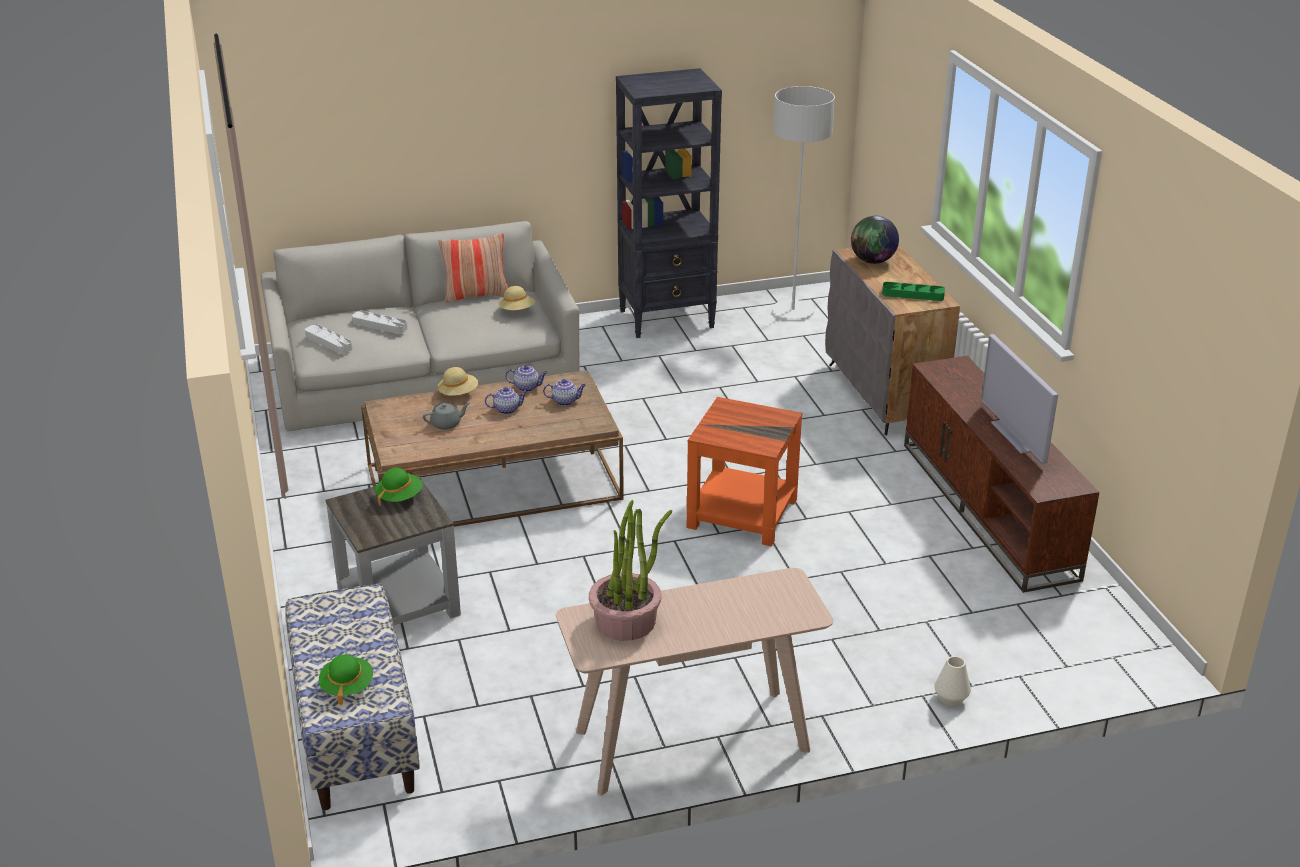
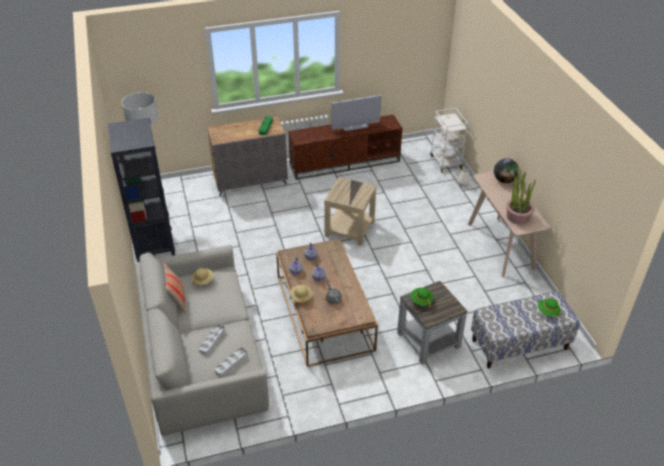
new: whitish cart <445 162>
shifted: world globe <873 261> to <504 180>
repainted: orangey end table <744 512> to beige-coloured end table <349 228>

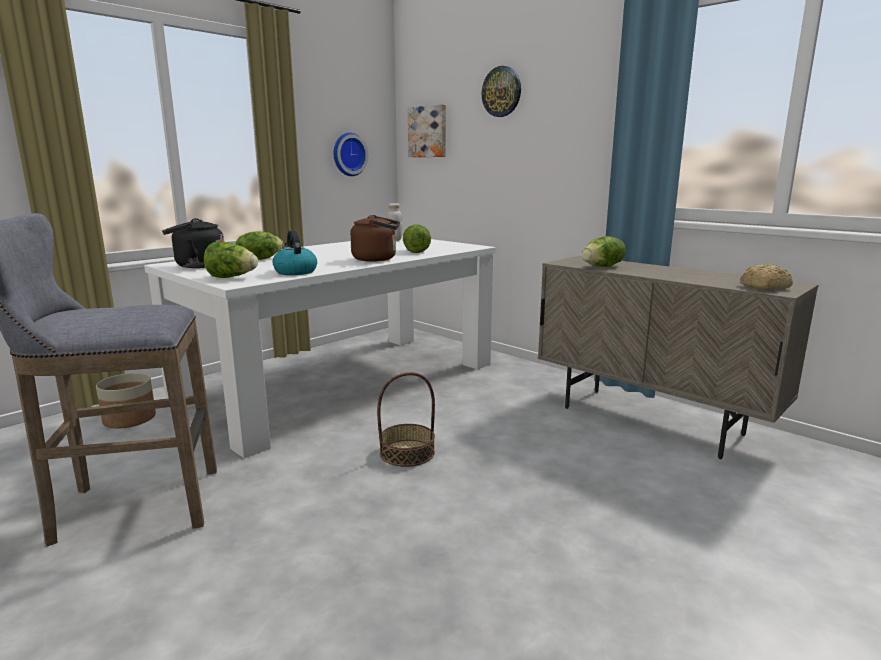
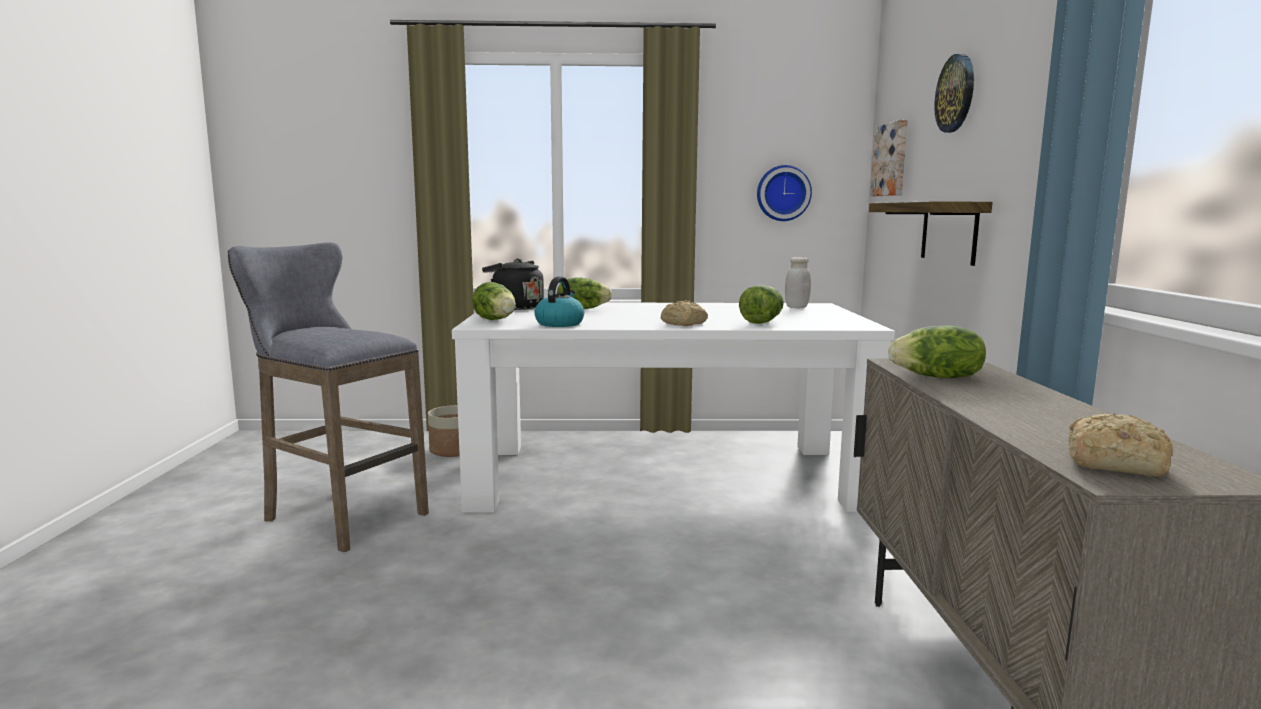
gone: storage basket <407 453>
new: wall shelf <949 232>
swapped: brownish water kettle <377 259> to bakery bread <684 324>

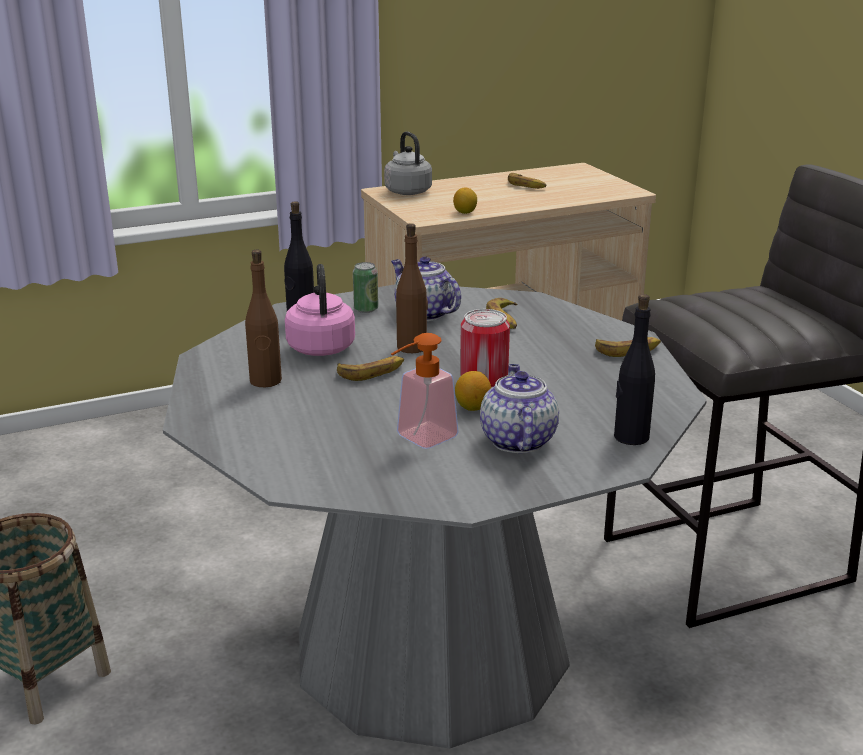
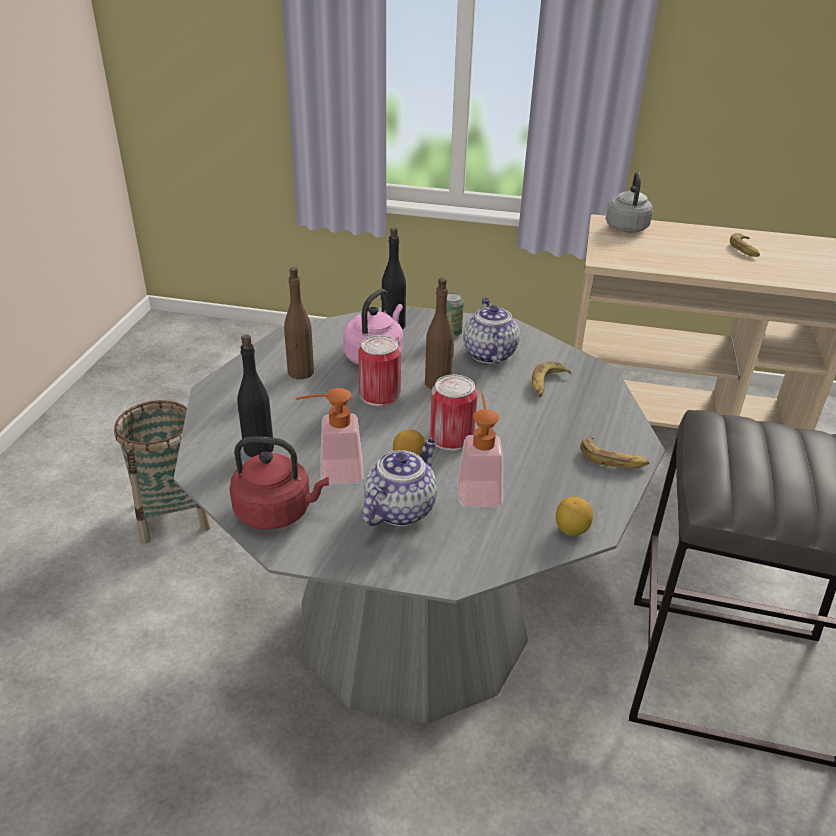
new: red water kettle <277 512>; liquid soap bottle <478 488>
shifted: lemon <465 212> to <571 530>; black beverage bottle <630 437> to <258 449>
swapped: banana fruit <372 372> to sealed can <379 395>

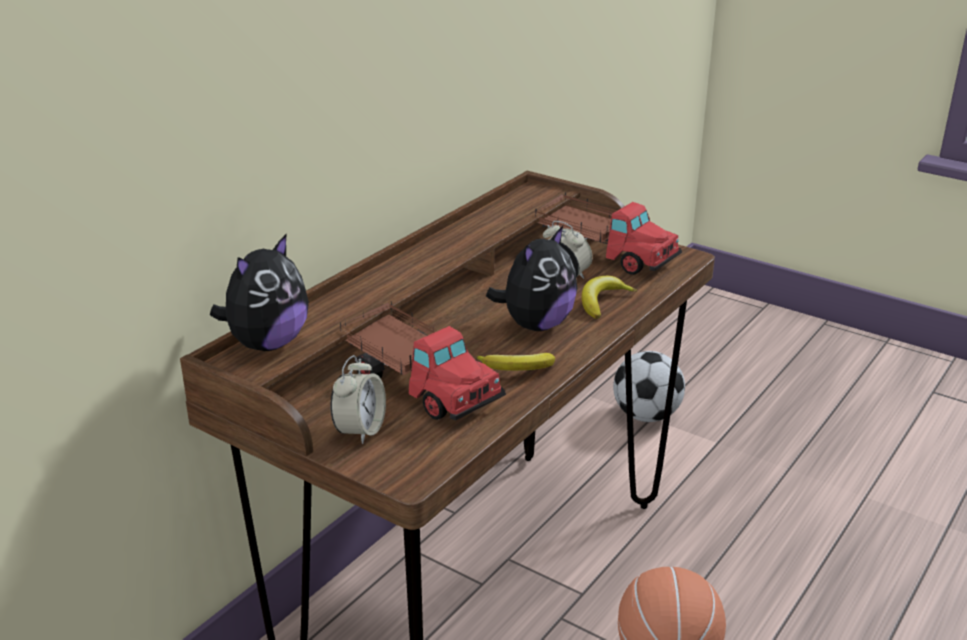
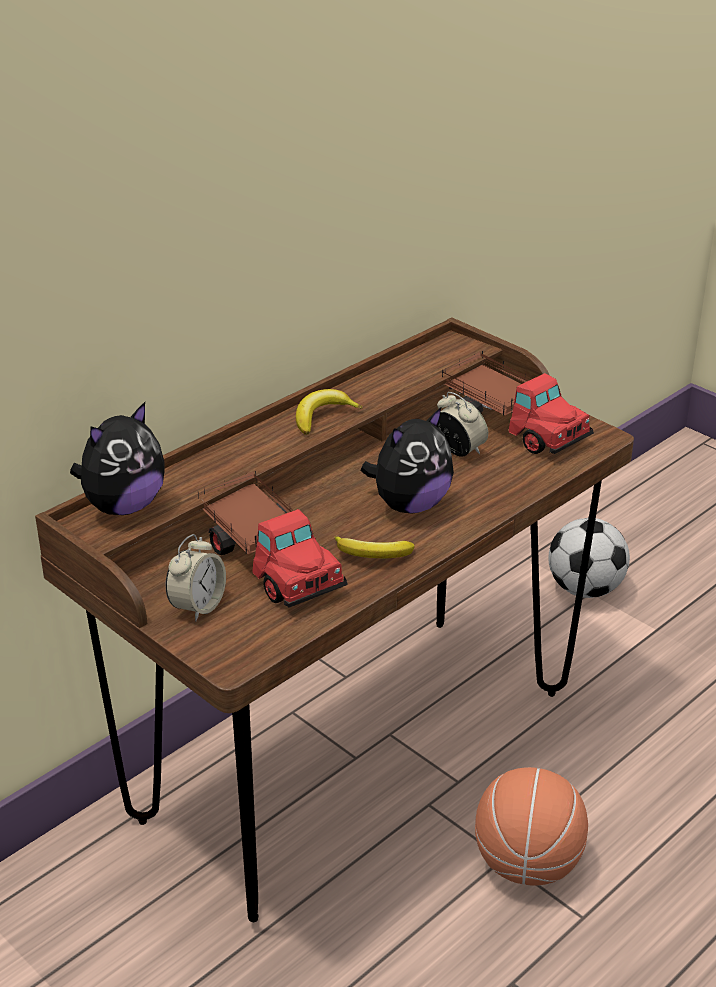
shifted: banana fruit <603 302> to <322 417>

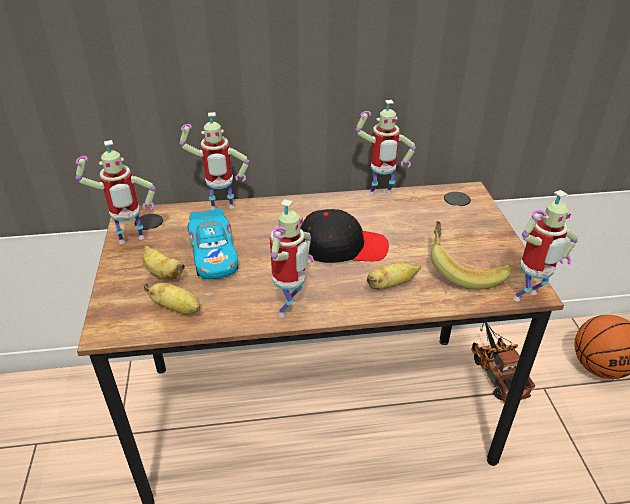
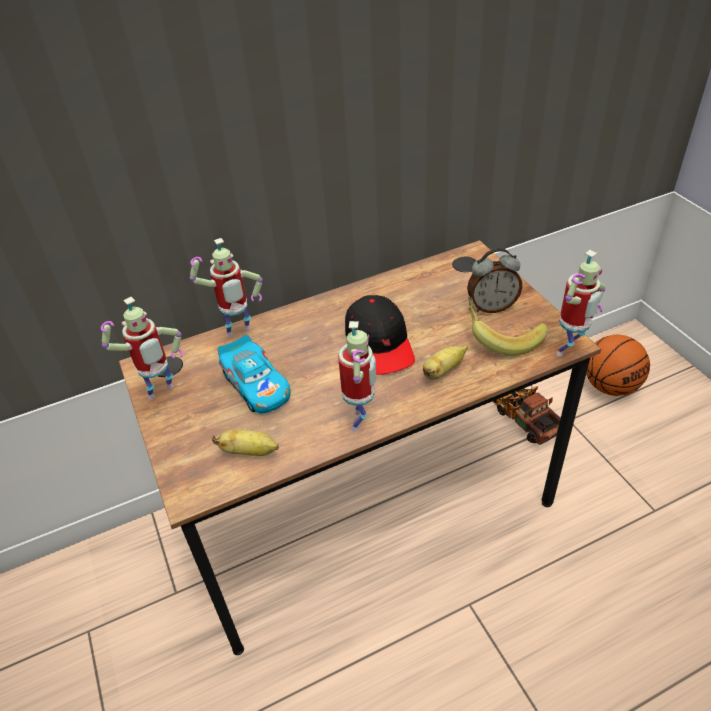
gone: banana fruit <162 273>; robot figure <380 195>
new: bedside clock <491 306>
rotated: black baseball cap <342 247> = <380 343> 90 degrees clockwise

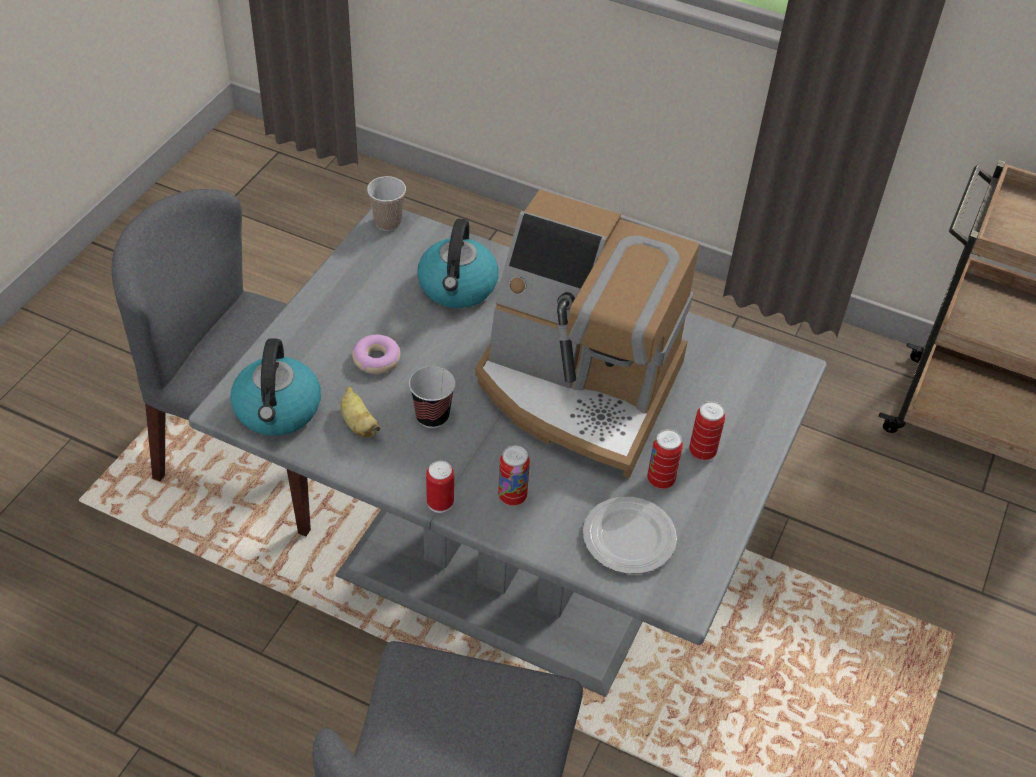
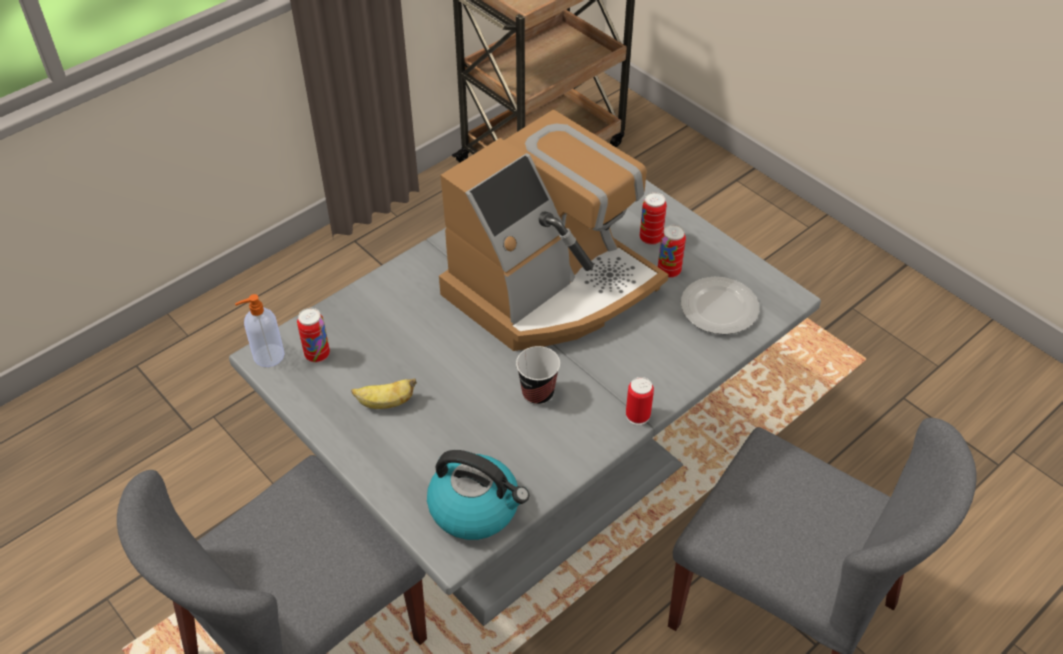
gone: doughnut <376 359>; water kettle <458 287>
shifted: banana fruit <358 424> to <385 403>; sealed can <512 496> to <317 355>
swapped: small cup <388 222> to liquid soap bottle <267 356>

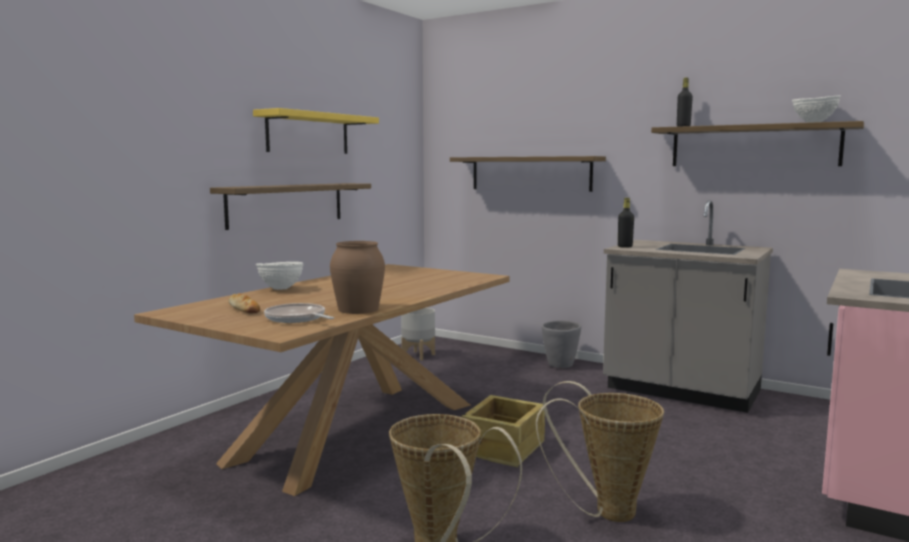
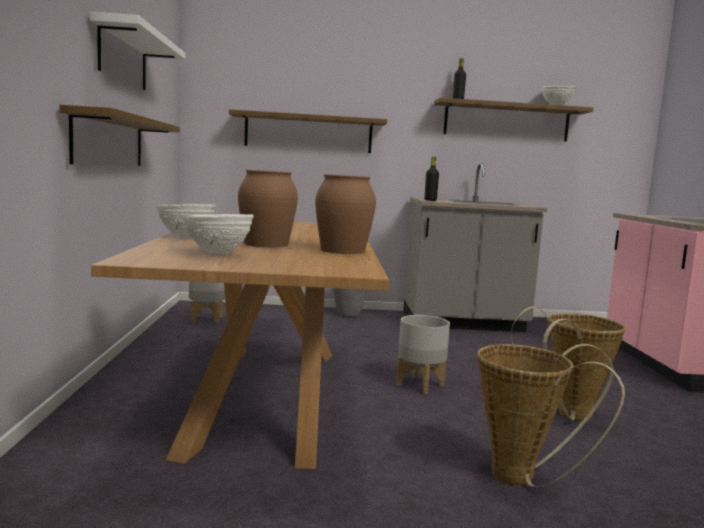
gone: pan <297 319>
new: brownish decorative vase <266 244>
swapped: bakery bread <244 308> to whitish bowl <218 254>; packing crate <504 448> to greyish planter <420 385>
repainted: yellow-coloured wall shelf <308 133> to whitish wall shelf <123 57>

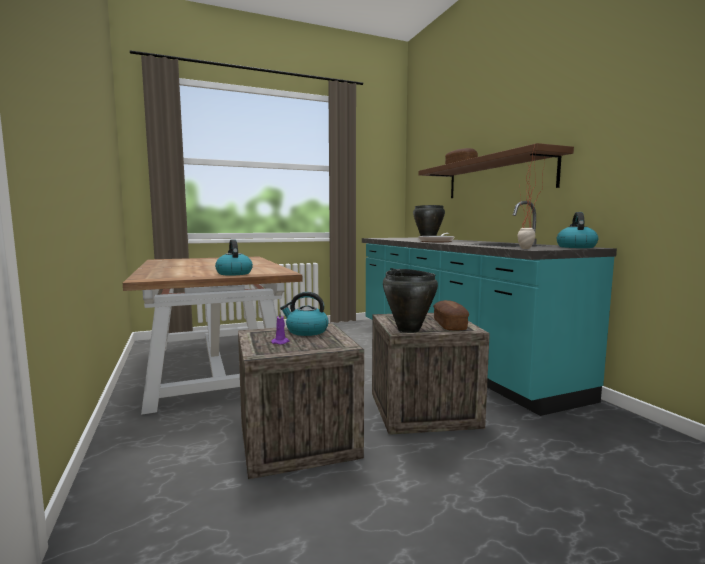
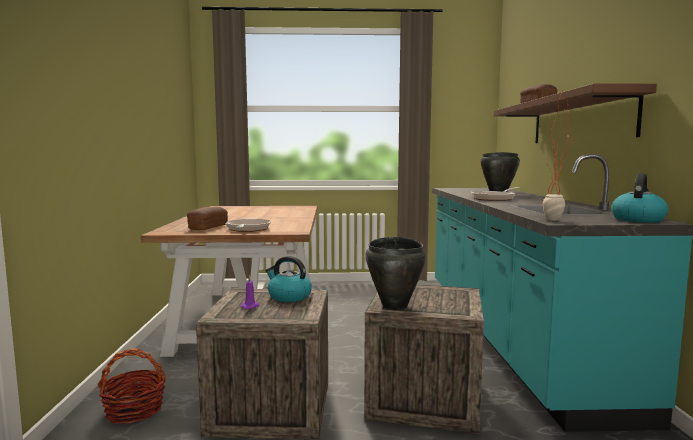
new: storage basket <134 410>
shifted: bakery bread <449 325> to <208 227>
swapped: water kettle <234 273> to pan <248 229>

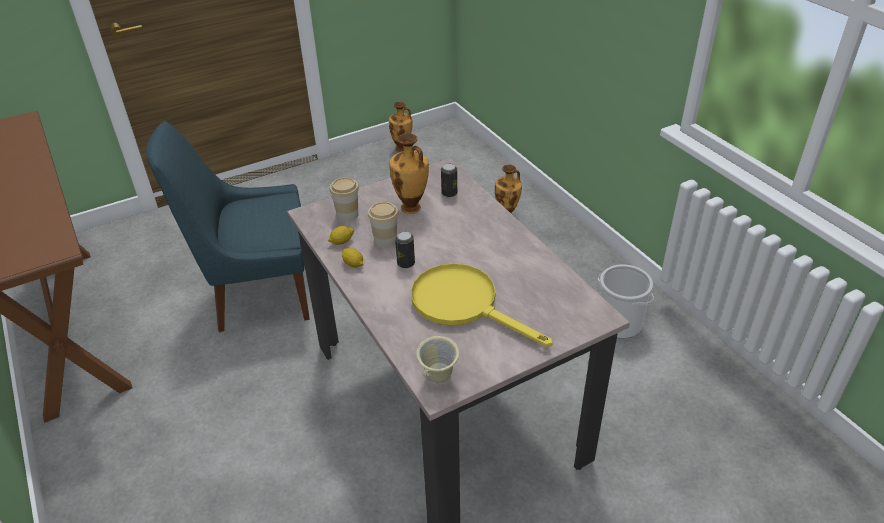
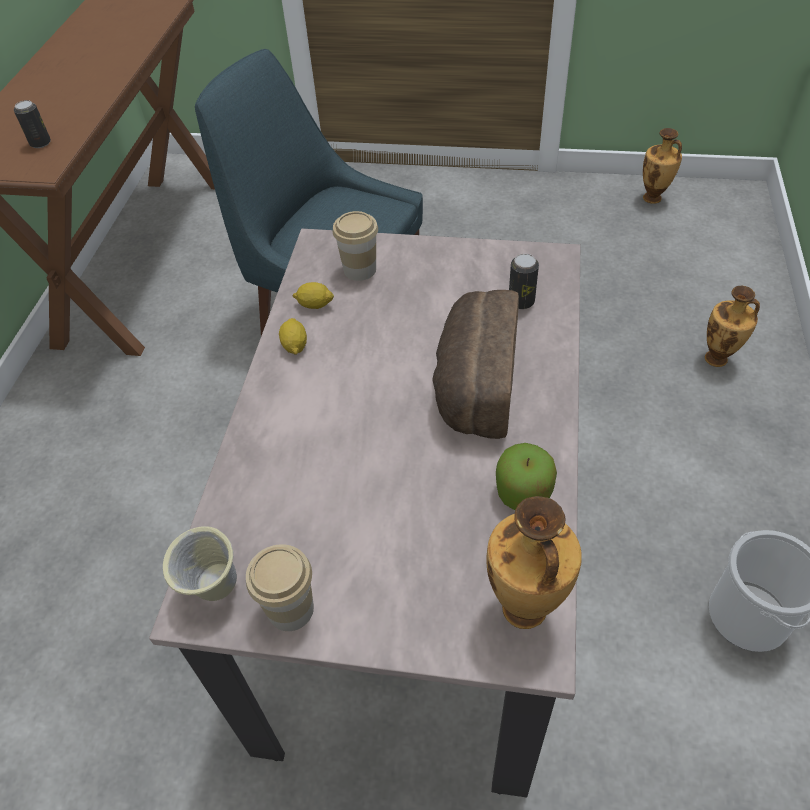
gone: yellow-coloured pan <464 304>
new: bakery bread <473 383>; whole apple <523 492>
shifted: small cup <385 241> to <290 609>; decorative vase <411 208> to <524 611>; sealed can <406 263> to <40 143>

